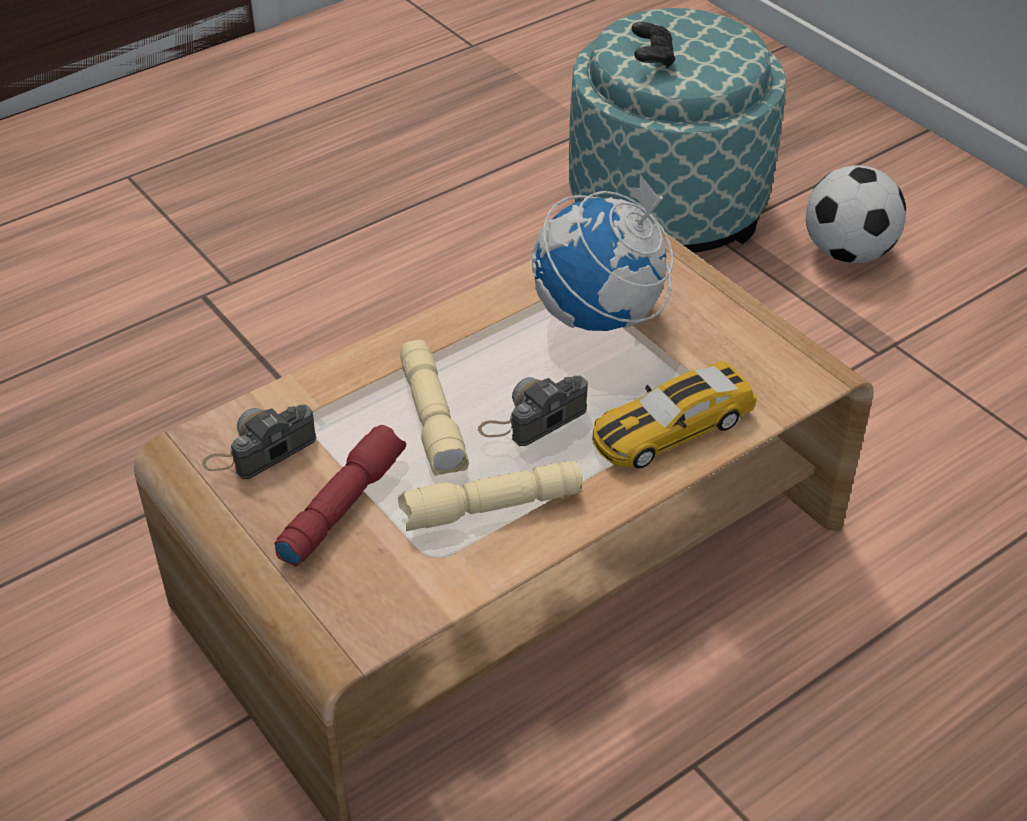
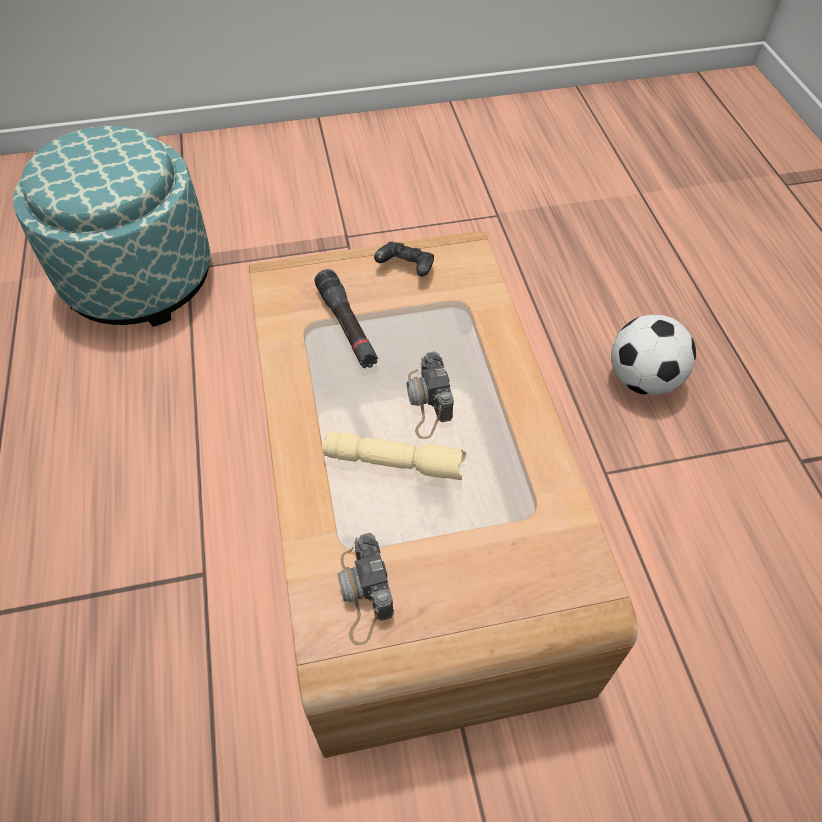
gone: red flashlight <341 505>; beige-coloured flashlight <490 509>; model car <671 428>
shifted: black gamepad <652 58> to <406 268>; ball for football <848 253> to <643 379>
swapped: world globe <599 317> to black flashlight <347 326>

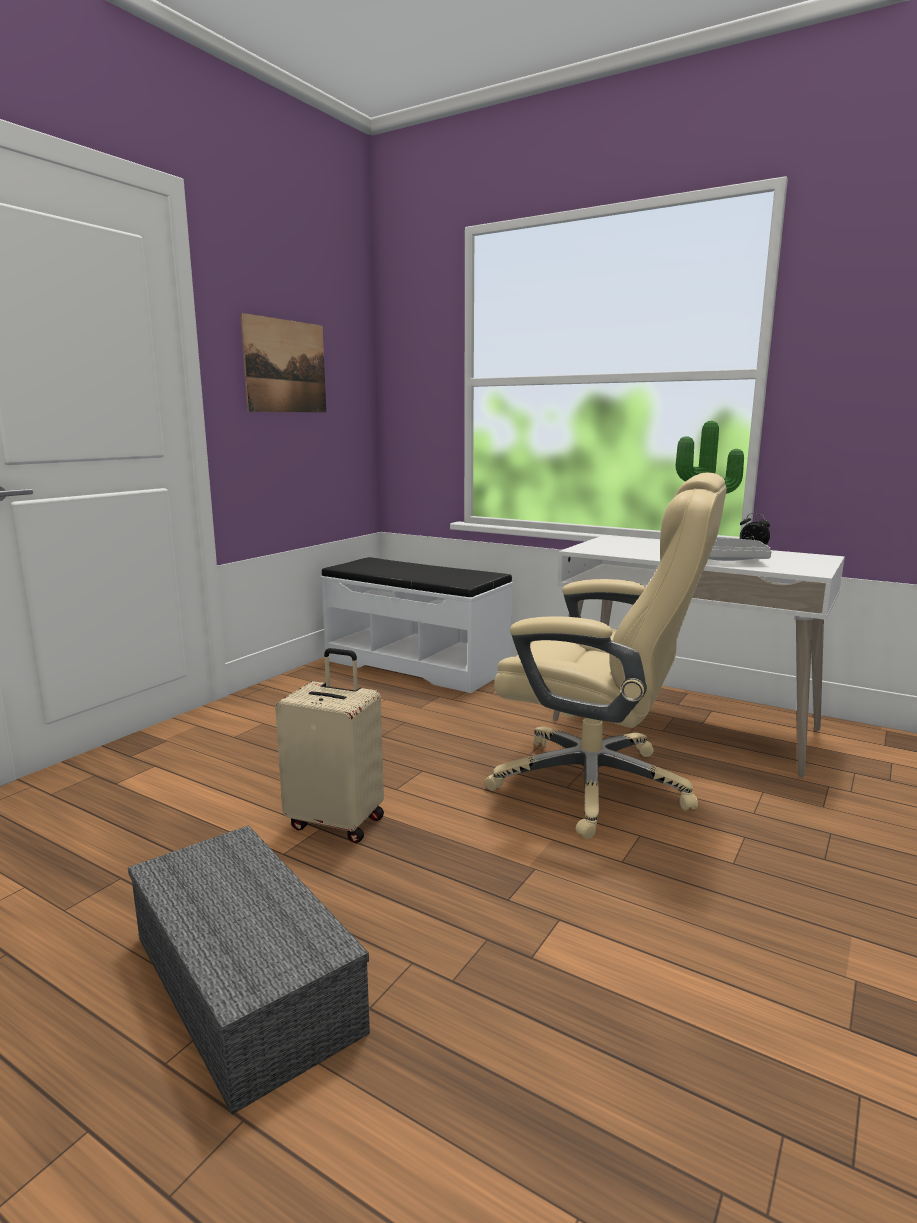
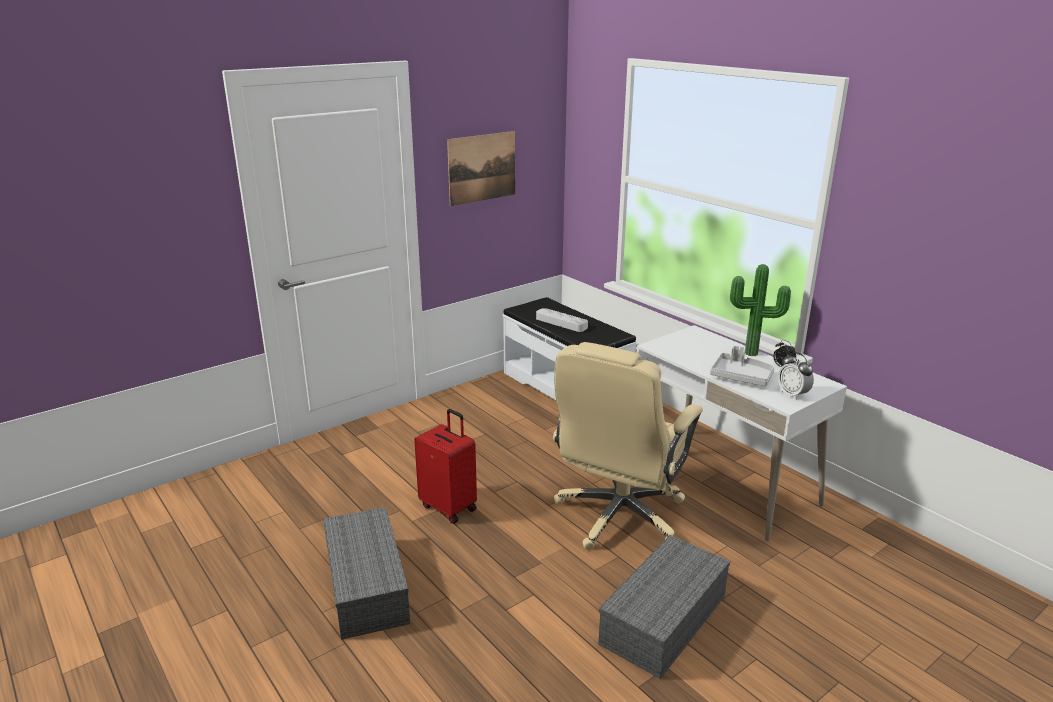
new: greyish carrying tray <561 323>; greyish storage bin <664 621>; bedside clock <792 394>
repainted: beige-coloured travel case <337 821> to red travel case <449 507>
rotated: beige-coloured office chair <596 785> = <619 516> 75 degrees clockwise

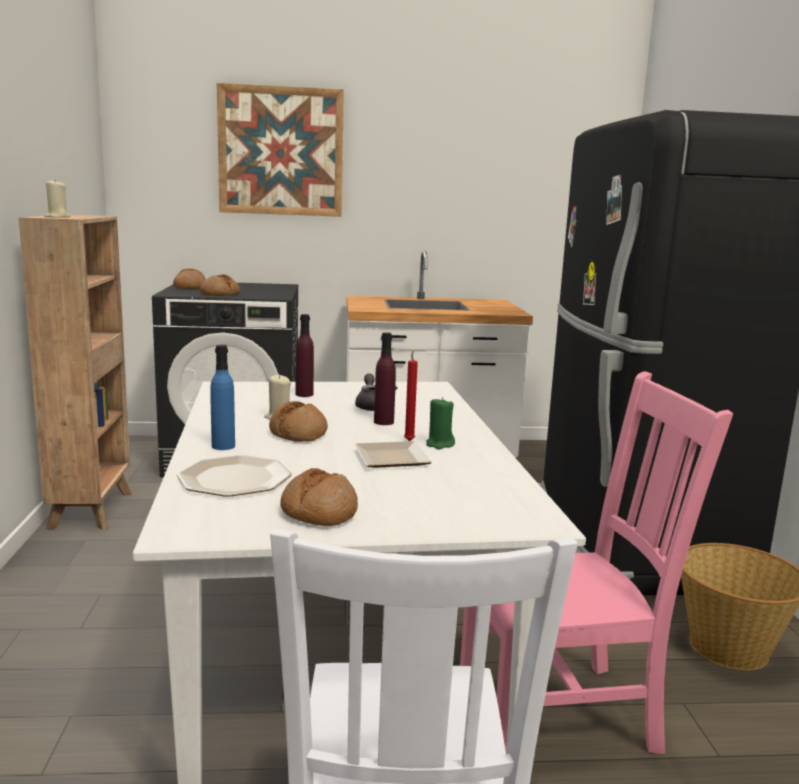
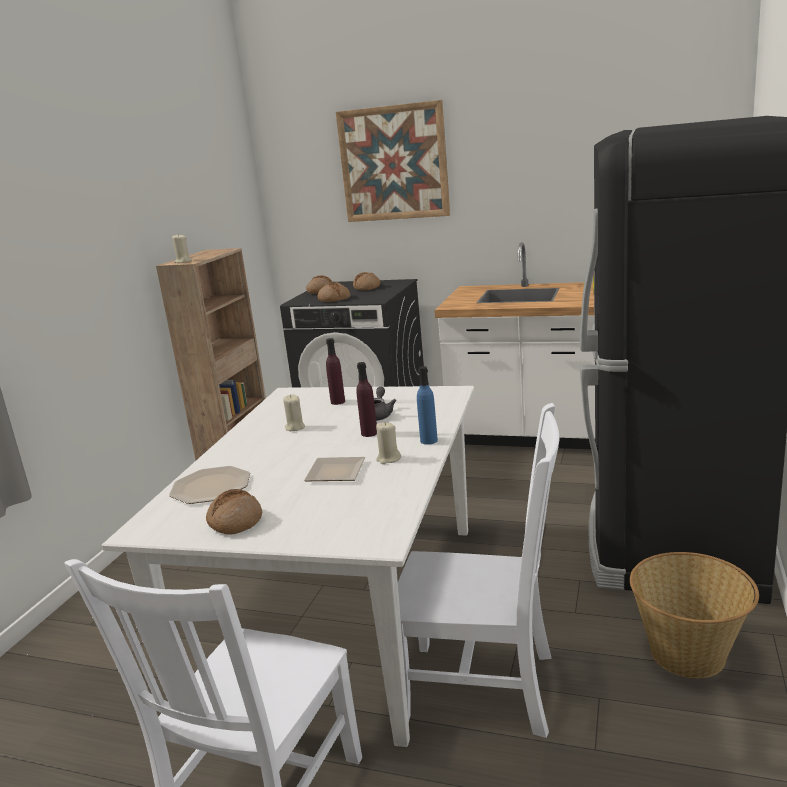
gone: red wax candle <409 440>
shifted: bluish beverage bottle <223 446> to <429 441>; bakery bread <298 433> to <367 287>
repainted: green wax candle <439 444> to beige-coloured wax candle <388 459>; pinkish upright chair <563 712> to whitish upright chair <485 688>

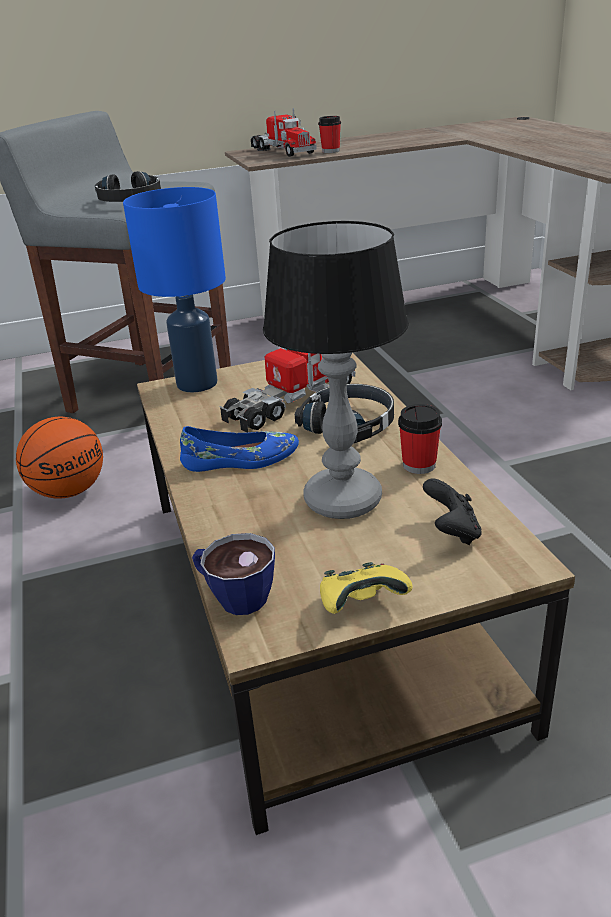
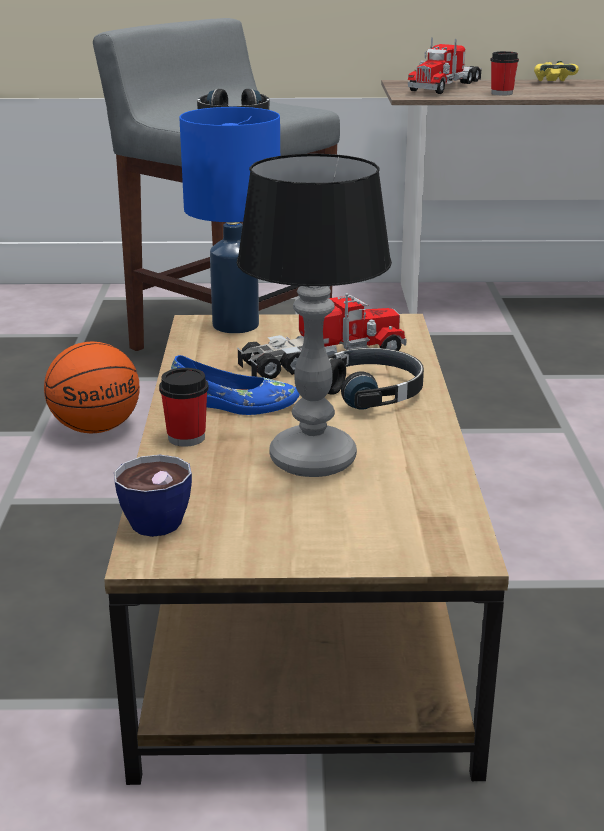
gone: black gamepad <452 532>
shifted: yellow-coloured gamepad <362 604> to <553 82>; small cup <419 465> to <186 438>
rotated: toy lorry <282 151> = <445 86> 45 degrees clockwise

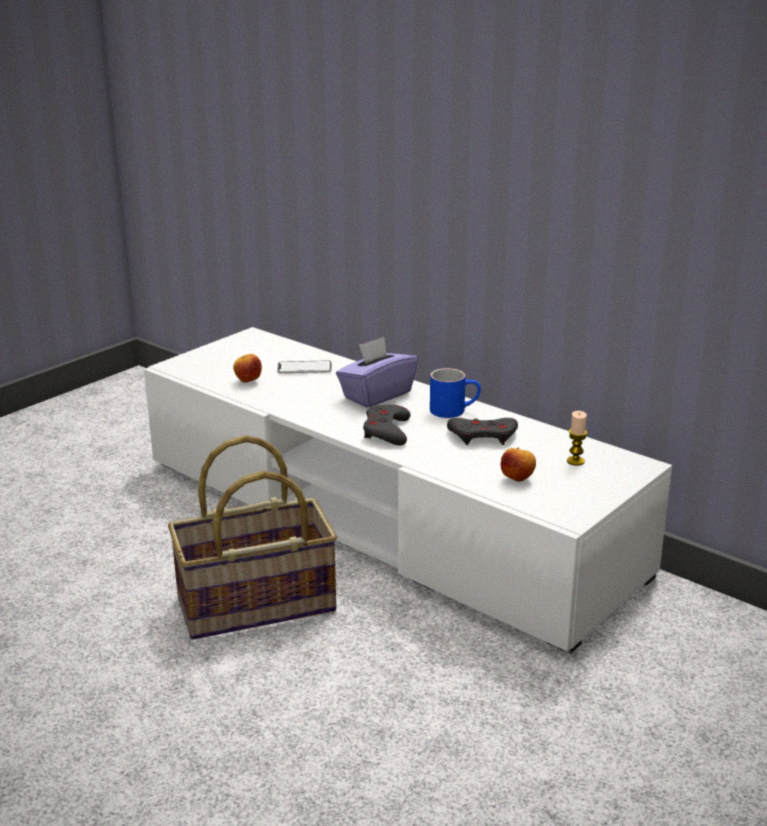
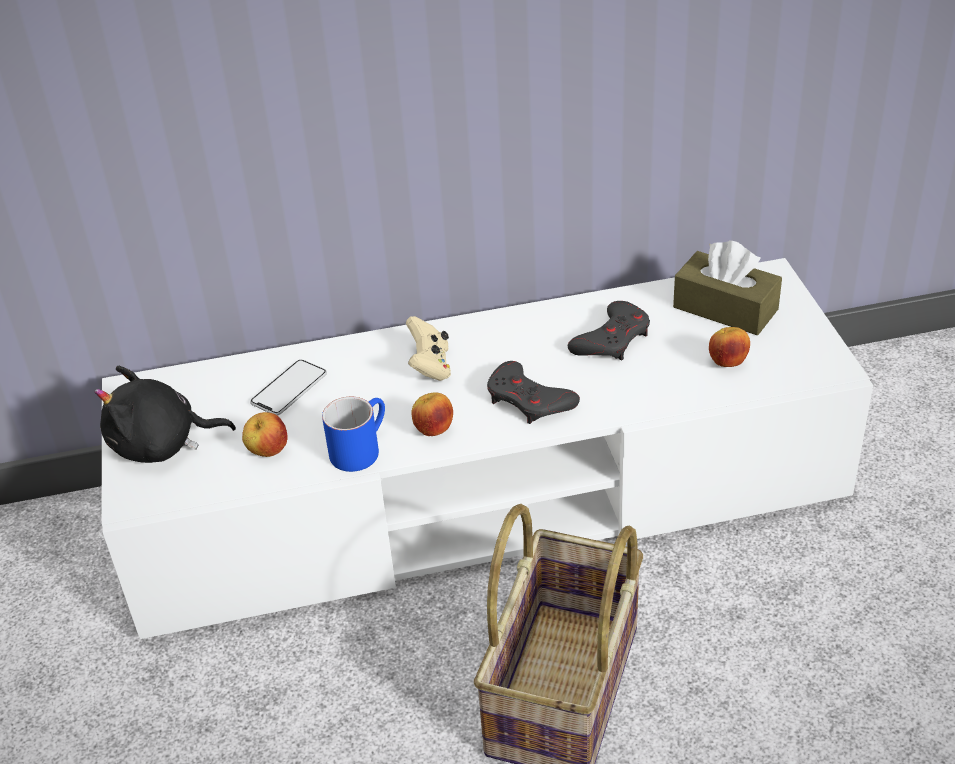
new: black soft toy <162 445>; whole apple <433 430>
shifted: bluish tea mug <454 410> to <360 448>
swapped: purple tissue holder <376 395> to beige-coloured gamepad <430 366>; wax candle <575 461> to brownish tissue holder <725 308>

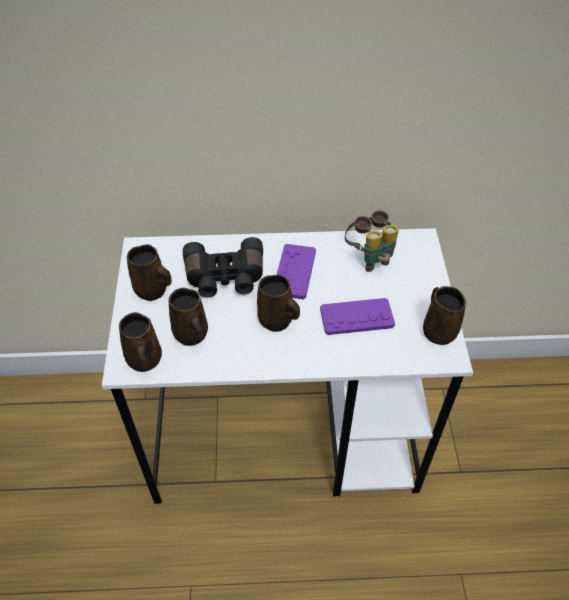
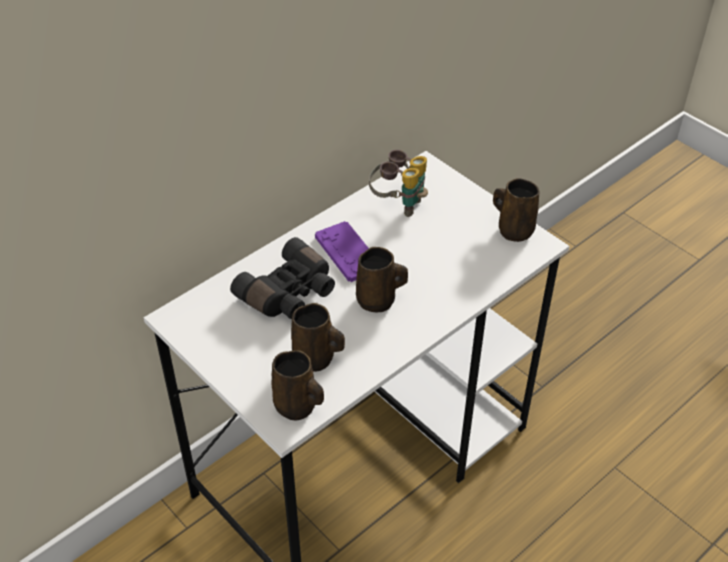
gone: brownish tea mug <153 291>; purple gamepad <356 317>

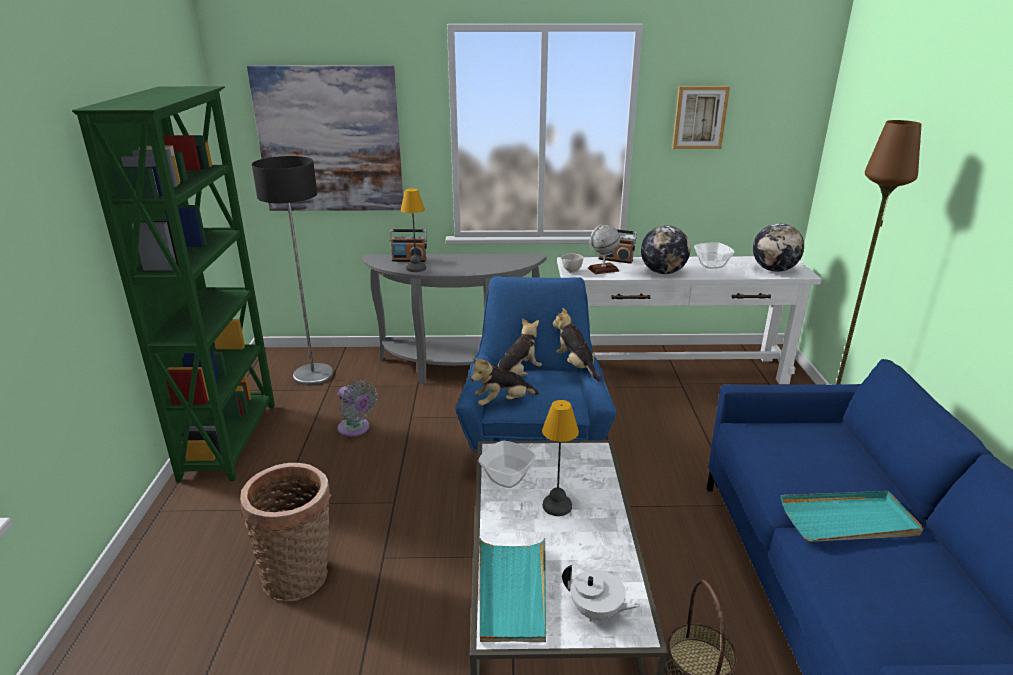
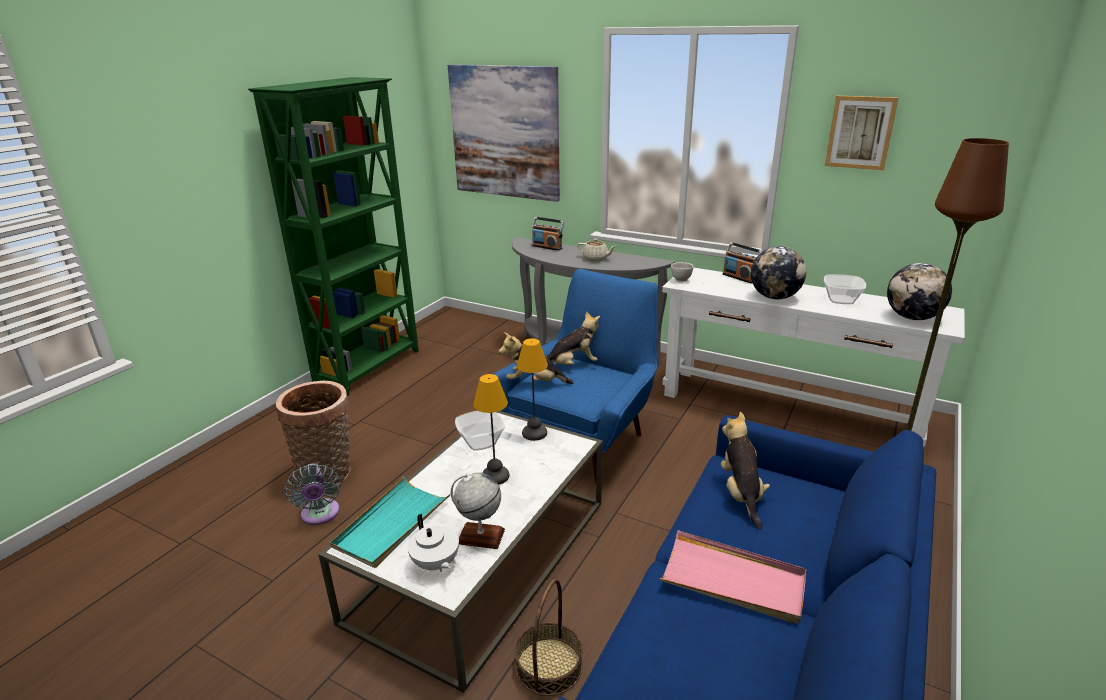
gone: standard lamp <313 375>
new: beige-coloured teapot <596 258>
shifted: greyish electric fan <356 429> to <320 515>; table lamp <415 268> to <533 433>; soft toy <575 366> to <741 494>; world globe <603 269> to <480 536>
repainted: blue-green carrying tray <849 520> to pinkish carrying tray <733 581>

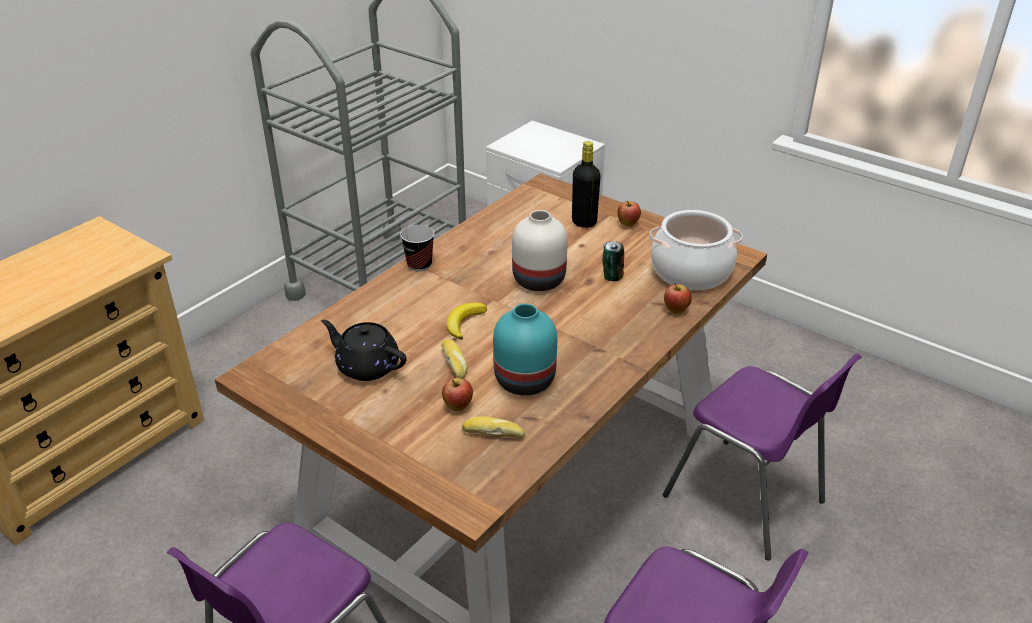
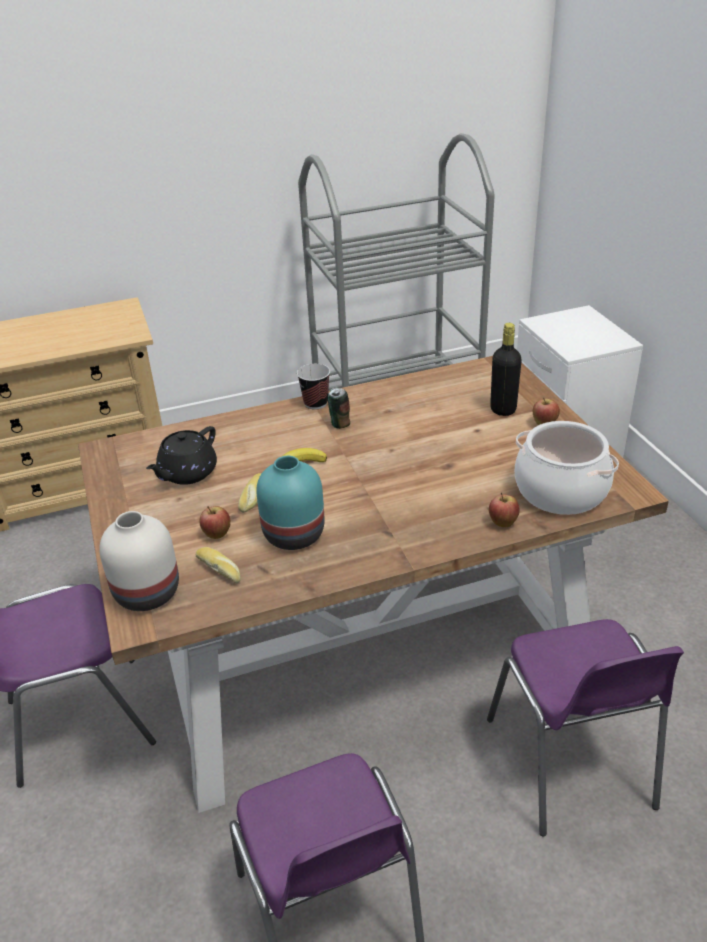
shifted: whitish decorative vase <539 281> to <146 594>; sealed can <611 276> to <339 423>
rotated: black teapot <366 366> = <187 473> 120 degrees counterclockwise

